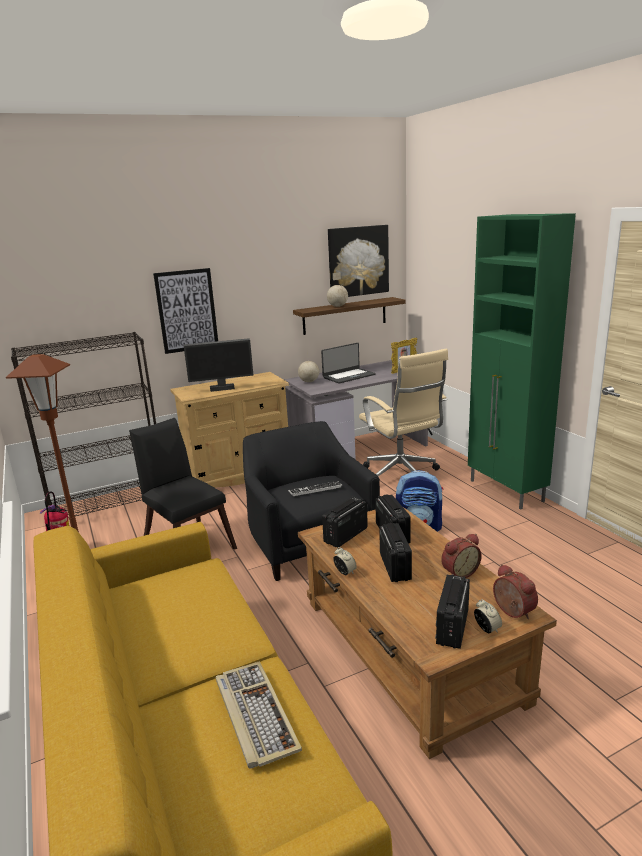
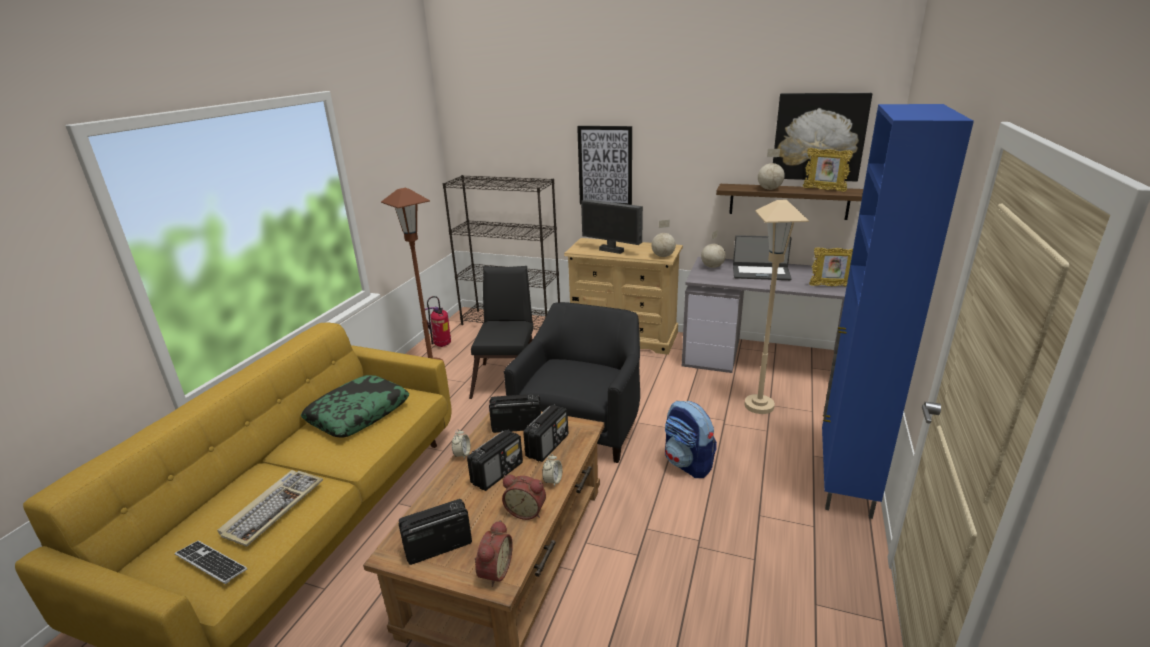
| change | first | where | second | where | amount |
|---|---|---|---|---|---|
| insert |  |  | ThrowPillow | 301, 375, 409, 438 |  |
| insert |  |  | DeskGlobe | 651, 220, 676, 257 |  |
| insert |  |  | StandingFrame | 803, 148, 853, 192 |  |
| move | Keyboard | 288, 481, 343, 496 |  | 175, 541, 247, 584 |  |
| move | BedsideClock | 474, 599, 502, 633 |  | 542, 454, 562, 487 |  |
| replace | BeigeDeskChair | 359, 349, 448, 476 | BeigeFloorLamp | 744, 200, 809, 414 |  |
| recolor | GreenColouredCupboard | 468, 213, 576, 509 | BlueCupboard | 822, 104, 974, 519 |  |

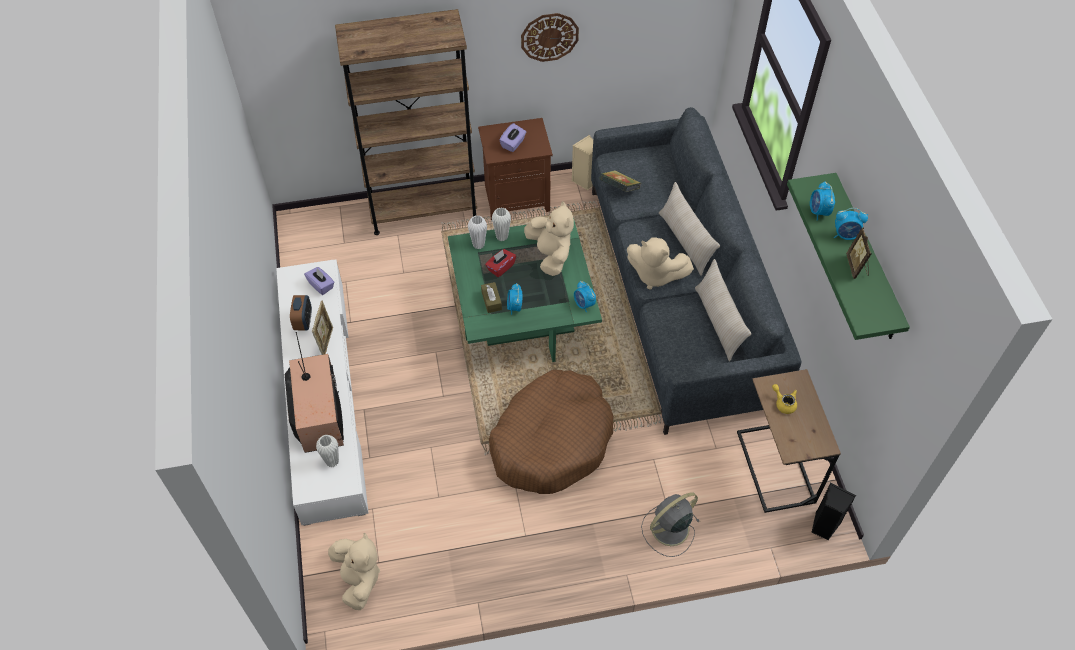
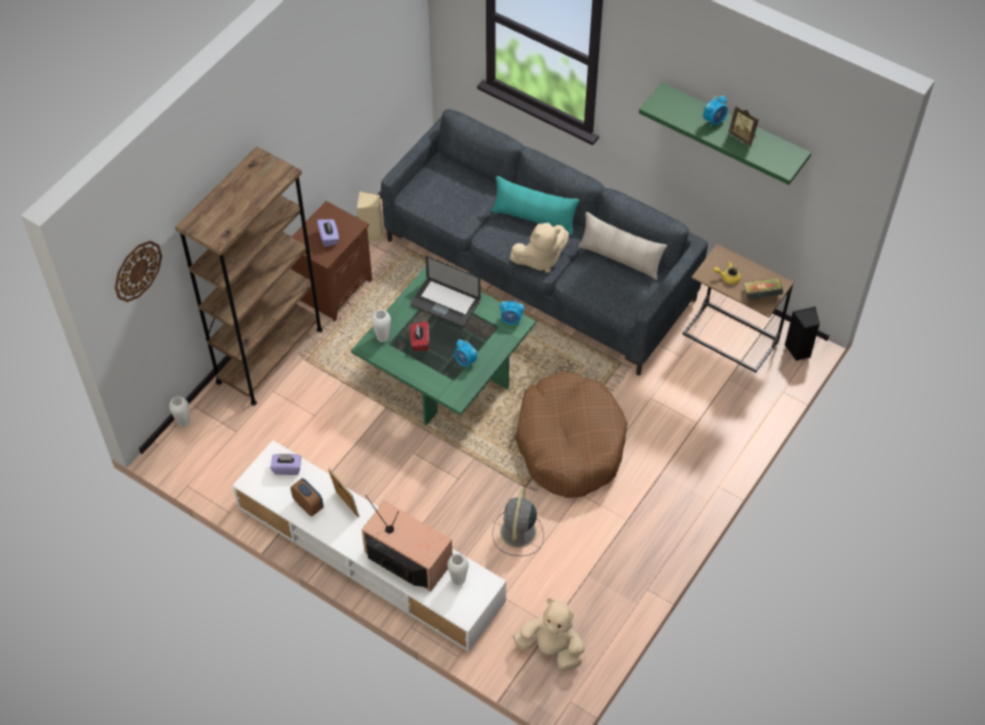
| change | first | where | second | where | amount |
|---|---|---|---|---|---|
| delete | BrownColouredTissueBox | 481, 282, 502, 313 |  |  |  |
| delete | BedsideClock | 810, 181, 835, 221 |  |  |  |
| move | WhitishVase | 492, 207, 511, 241 |  | 169, 396, 190, 427 |  |
| move | ClockOnTheWall | 521, 13, 579, 62 |  | 115, 241, 162, 302 |  |
| move | Volume | 600, 170, 641, 192 |  | 744, 278, 783, 300 |  |
| move | GreyCoolingFan | 641, 492, 700, 557 |  | 492, 488, 544, 556 |  |
| replace | BeigeCuddlyToy | 524, 201, 574, 276 | PortableComputer | 410, 256, 481, 327 |  |
| recolor | BeigeThrowPillow | 659, 182, 720, 276 | TurquoiseColouredThrowPillow | 492, 176, 580, 235 |  |

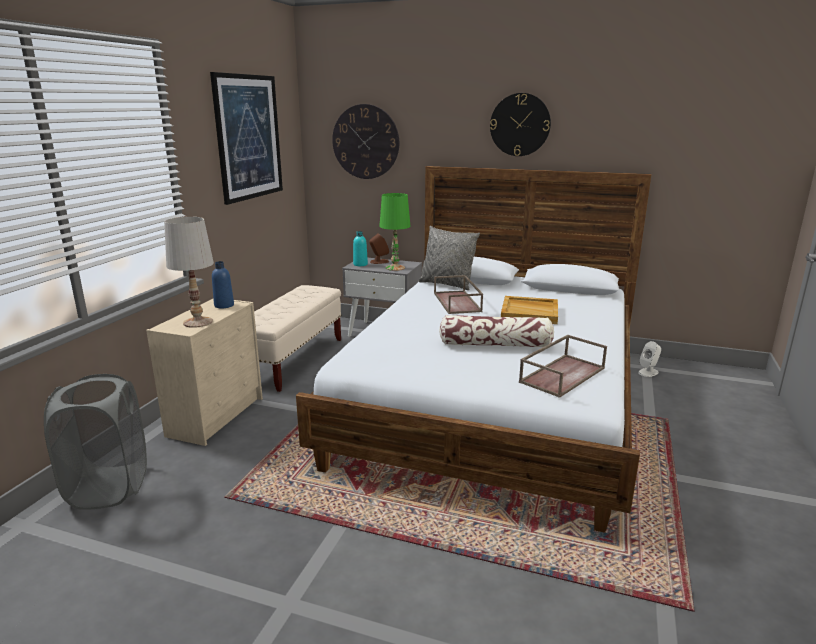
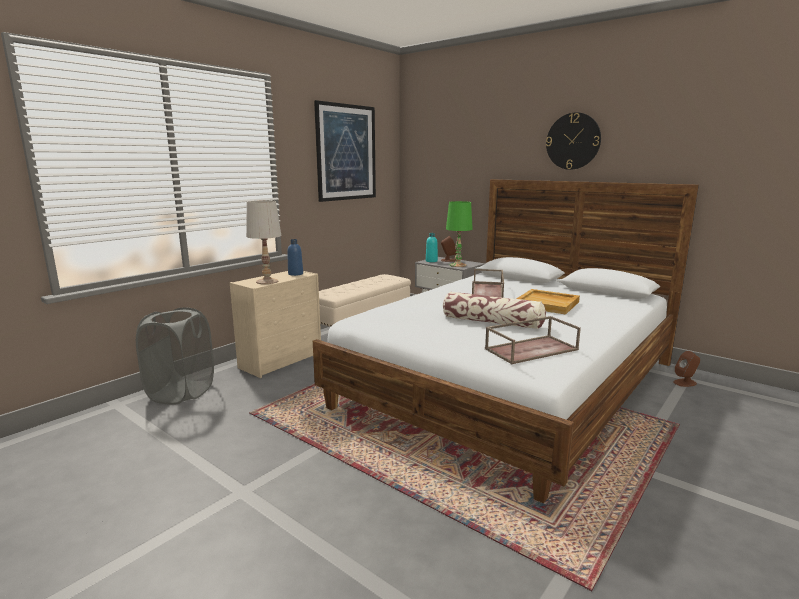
| change | first | where | second | where | amount |
|---|---|---|---|---|---|
| delete | ClockOnTheWall | 332, 104, 399, 179 |  |  |  |
| delete | GreyThrowPillow | 418, 226, 480, 290 |  |  |  |
| recolor | WhitishLoudspeaker | 638, 341, 661, 377 | BrownColouredLoudspeaker | 673, 351, 700, 387 |  |

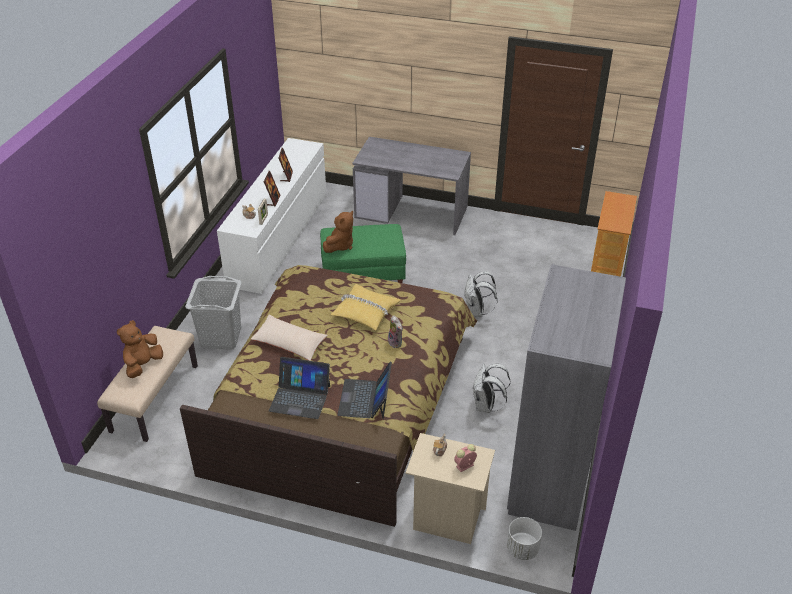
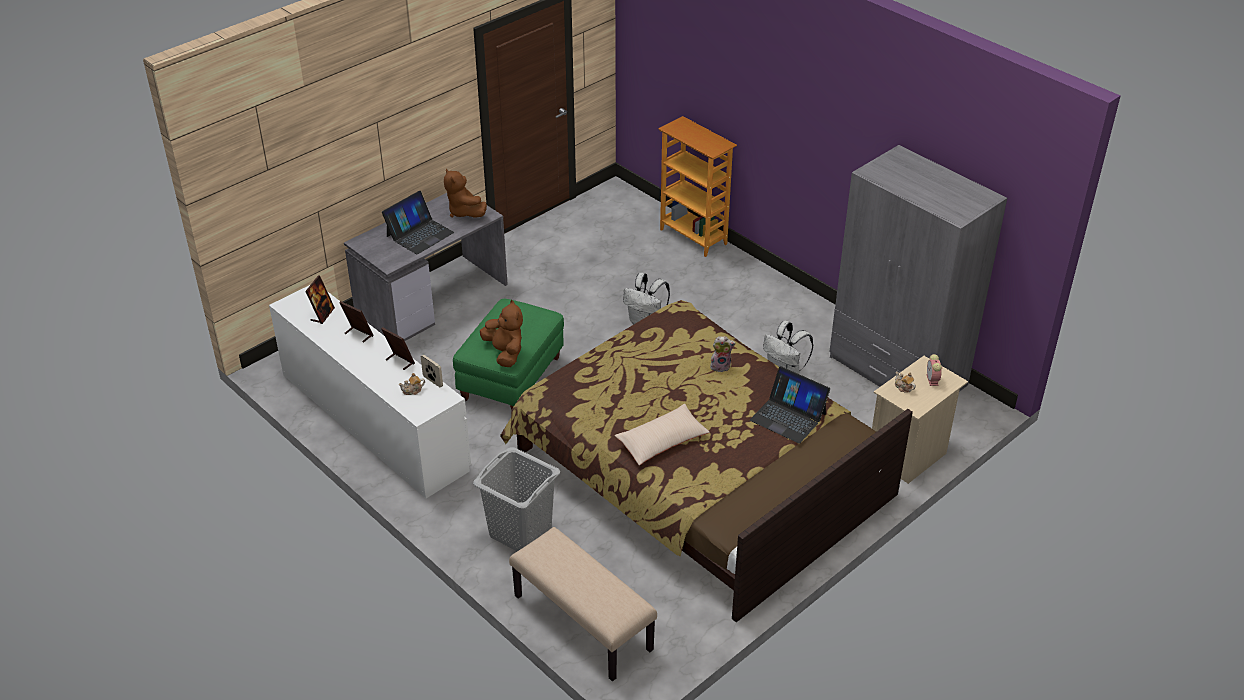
| change | first | where | second | where | amount |
|---|---|---|---|---|---|
| delete | YellowColouredThrowPillow | 331, 284, 401, 330 |  |  |  |
| delete | WhitishFlowerPot | 507, 517, 542, 560 |  |  |  |
| insert |  |  | StandingFrame | 305, 275, 335, 324 |  |
| move | BrownColouredCuddlyToy | 117, 320, 163, 378 |  | 444, 168, 487, 218 |  |
| move | PortableComputer | 269, 357, 330, 419 |  | 382, 191, 454, 254 |  |

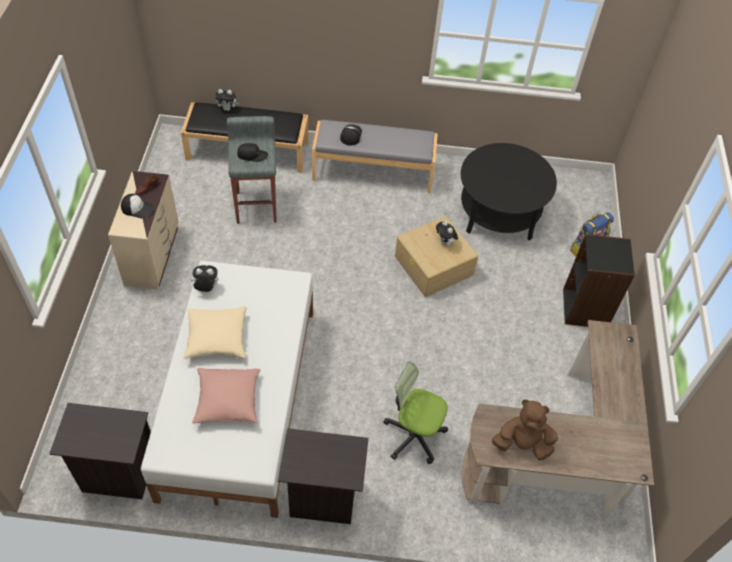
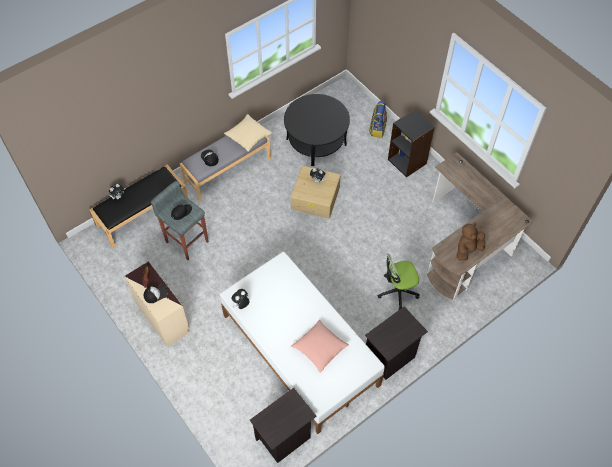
| change | first | where | second | where | amount |
|---|---|---|---|---|---|
| move | BeigeThrowPillow | 184, 306, 246, 359 |  | 224, 114, 272, 152 |  |

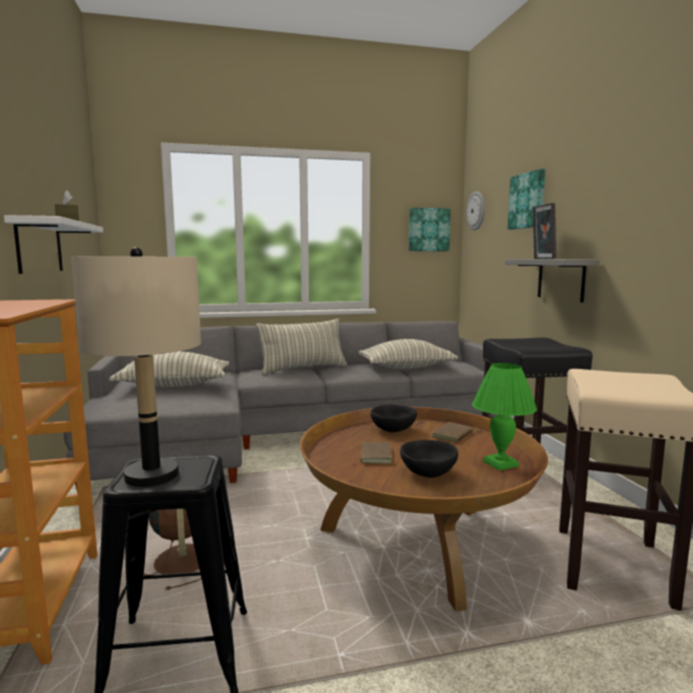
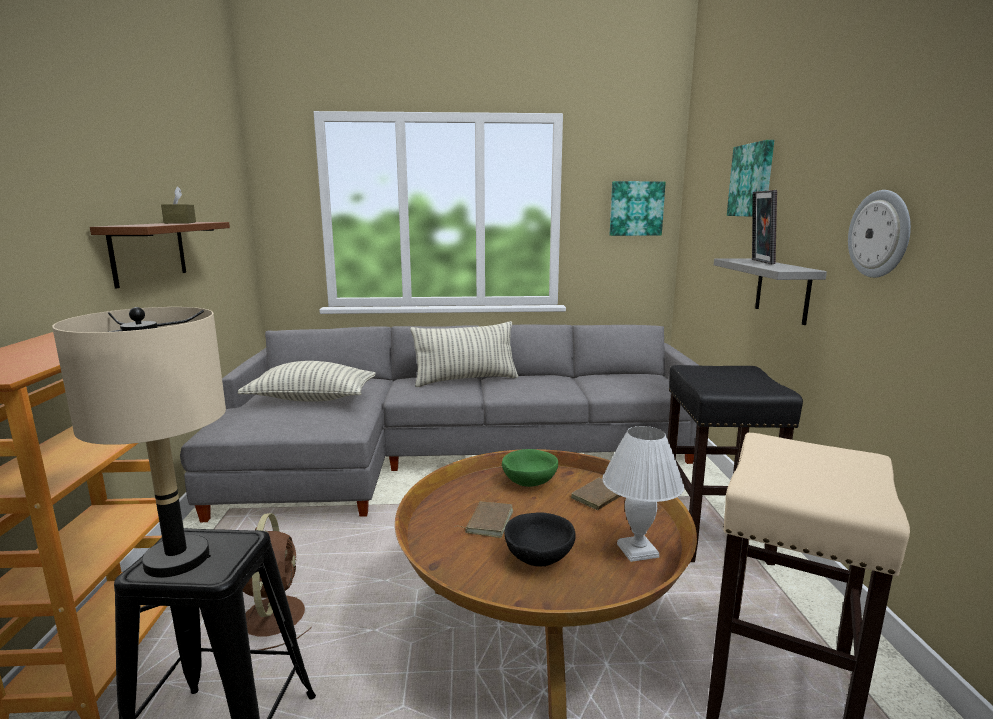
| change | first | where | second | where | amount |
|---|---|---|---|---|---|
| delete | ThrowPillow | 359, 339, 458, 369 |  |  |  |
| move | ClockOnTheWall | 466, 191, 485, 230 |  | 848, 190, 911, 278 |  |
| recolor | WhitishWallShelf | 4, 215, 103, 274 | BrownColouredWallShelf | 90, 222, 230, 289 |  |
| recolor | BlackishBowl | 371, 404, 417, 432 | GreenColouredBowl | 502, 449, 558, 487 |  |
| recolor | GreenColouredLampForATable | 472, 363, 537, 470 | WhitishLampForATable | 602, 426, 684, 562 |  |

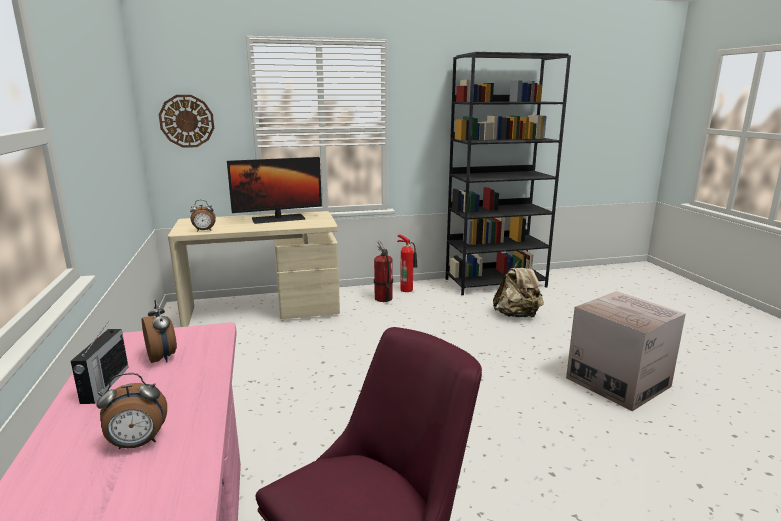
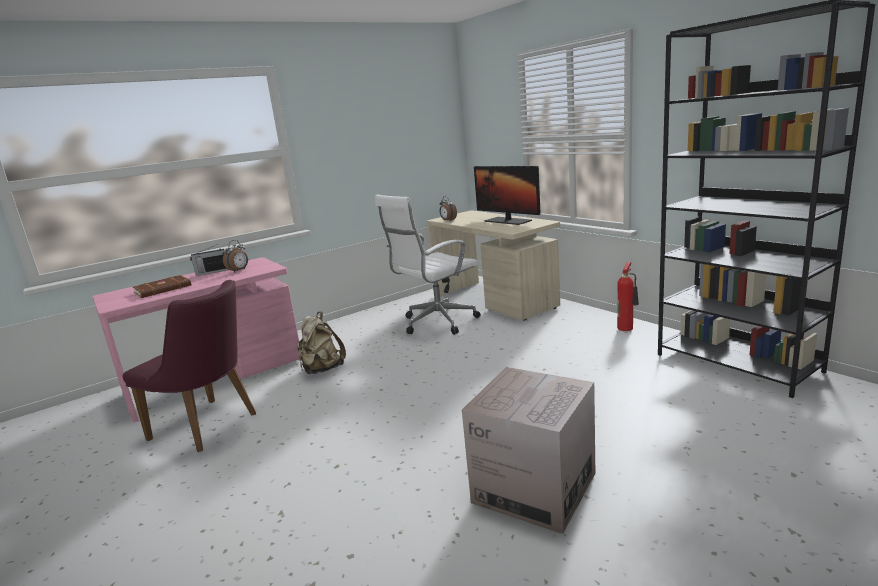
| change | first | where | second | where | amount |
|---|---|---|---|---|---|
| delete | ClockOnTheWall | 159, 95, 214, 148 |  |  |  |
| delete | FireExtinguisher | 374, 241, 393, 302 |  |  |  |
| insert |  |  | WhitishDeskChair | 375, 195, 481, 335 |  |
| move | BeigeKnapsack | 493, 261, 544, 317 |  | 297, 311, 346, 374 |  |
| replace | BedsideClock | 96, 373, 167, 449 | BrownColouredVolume | 133, 275, 191, 298 |  |

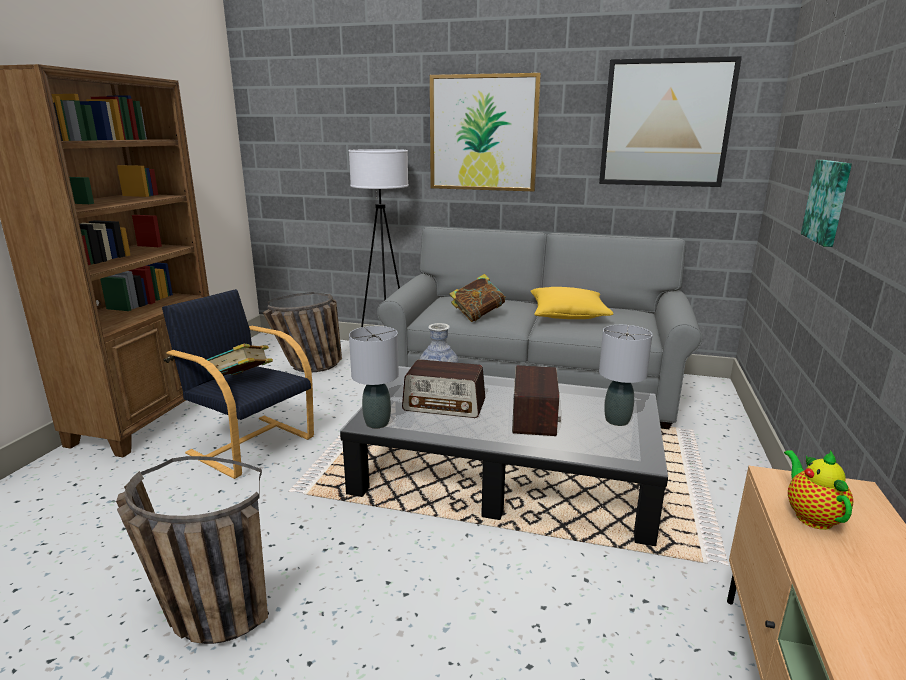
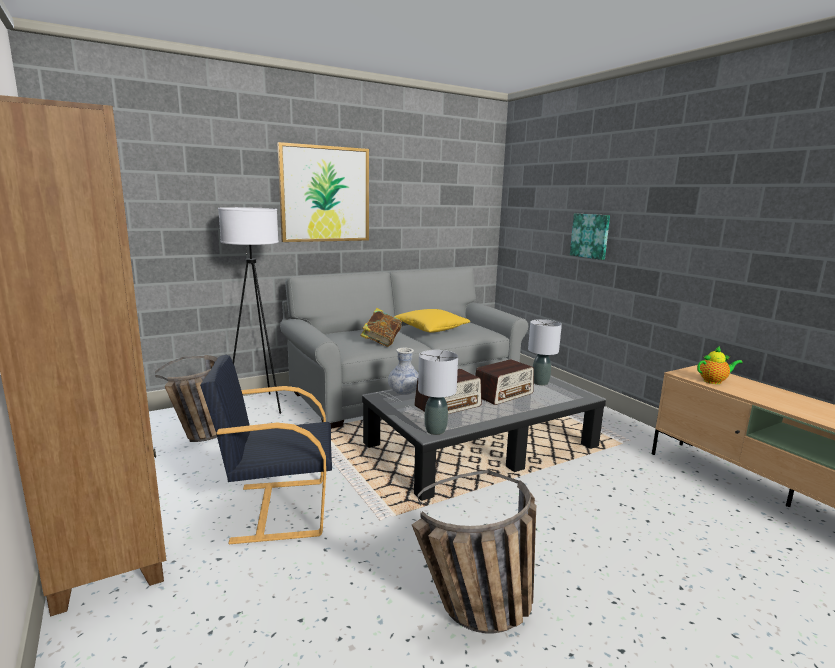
| change | first | where | second | where | amount |
|---|---|---|---|---|---|
| delete | Volume | 207, 344, 273, 375 |  |  |  |
| delete | WallArt | 599, 56, 742, 187 |  |  |  |
| rotate | RadioReceiver | 512, 365, 561, 436 |  | 475, 359, 534, 405 | 90 degrees clockwise |
| rotate | Teapot | 784, 450, 853, 530 |  | 697, 346, 743, 384 | 135 degrees clockwise |

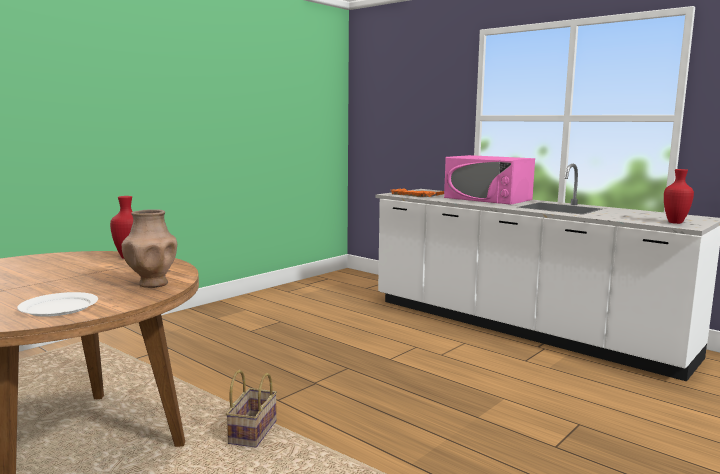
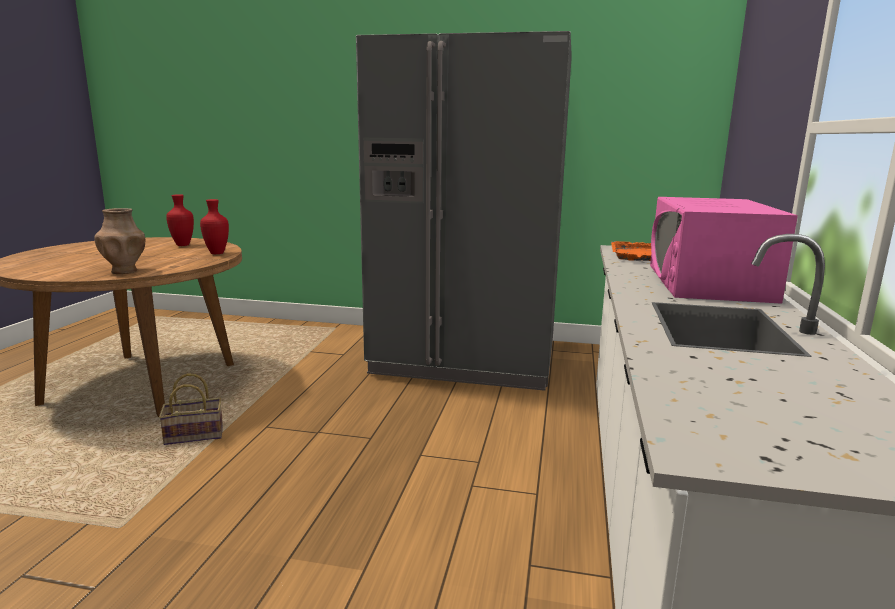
| change | first | where | second | where | amount |
|---|---|---|---|---|---|
| delete | WhitishPlate | 17, 292, 98, 317 |  |  |  |
| insert |  |  | GreyKitchenFridge | 356, 31, 572, 391 |  |
| move | ReddishVase | 664, 169, 694, 224 |  | 166, 194, 194, 246 |  |

